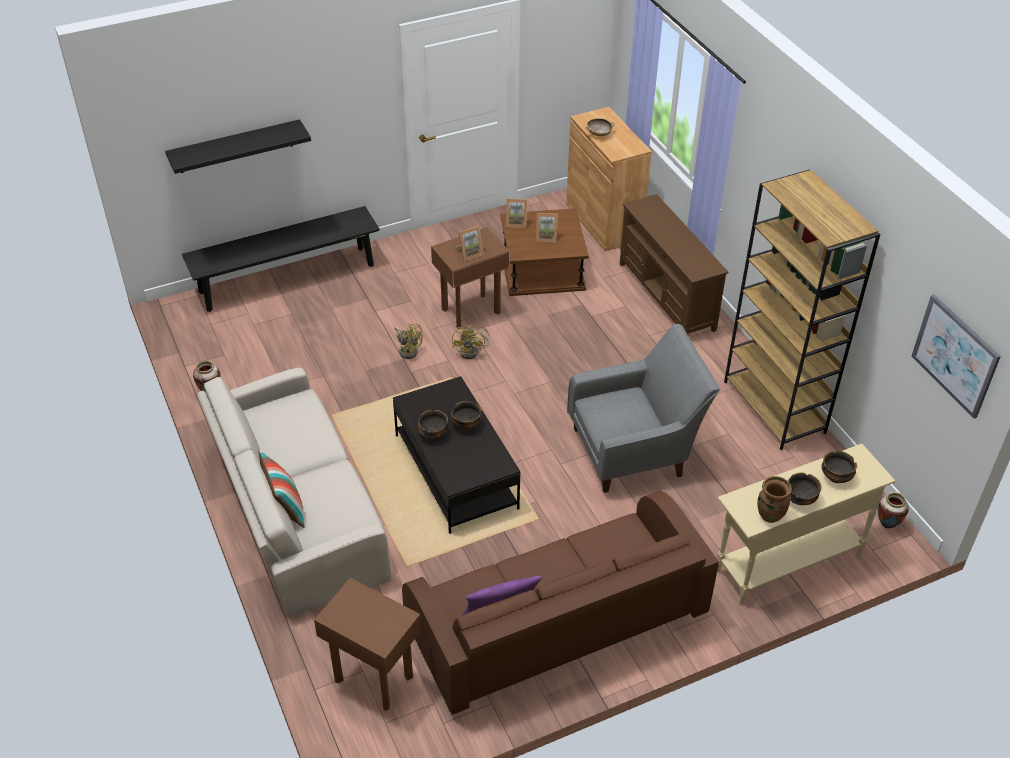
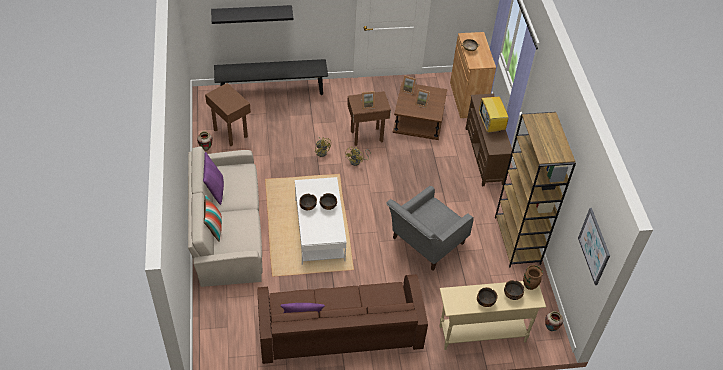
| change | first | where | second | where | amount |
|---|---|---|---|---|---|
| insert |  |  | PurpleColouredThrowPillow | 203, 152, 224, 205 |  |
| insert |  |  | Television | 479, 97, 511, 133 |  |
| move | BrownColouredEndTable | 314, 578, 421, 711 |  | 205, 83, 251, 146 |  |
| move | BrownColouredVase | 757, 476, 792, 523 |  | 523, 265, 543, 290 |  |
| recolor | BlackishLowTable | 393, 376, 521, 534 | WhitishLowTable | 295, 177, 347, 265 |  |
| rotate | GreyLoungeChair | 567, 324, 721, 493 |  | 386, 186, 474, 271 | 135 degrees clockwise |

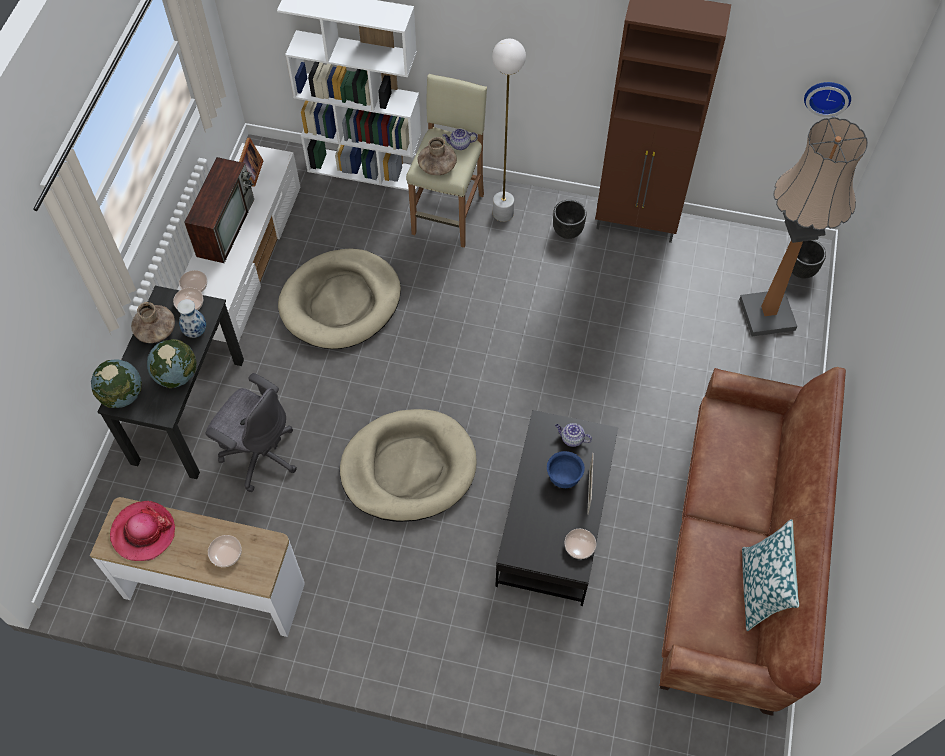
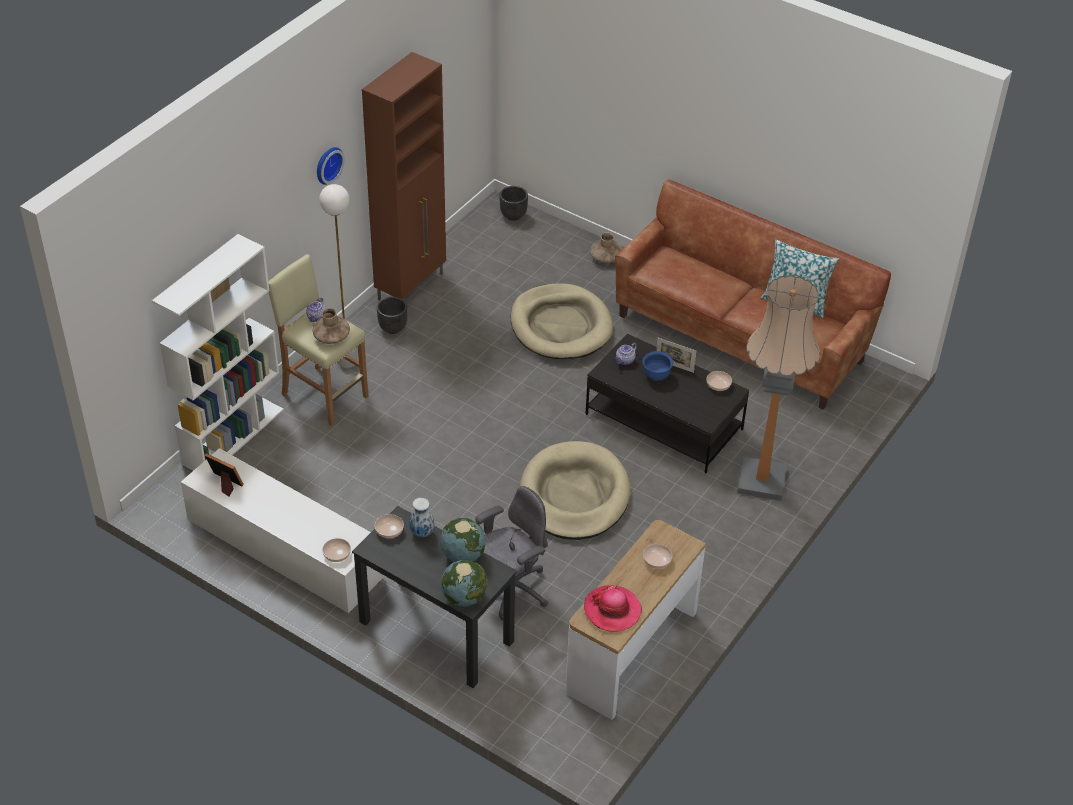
| change | first | where | second | where | amount |
|---|---|---|---|---|---|
| delete | Television | 184, 157, 254, 263 |  |  |  |
| move | BrownColouredVase | 131, 302, 175, 343 |  | 590, 232, 622, 263 |  |
| move | BeigeDogBed | 278, 248, 401, 349 |  | 511, 283, 613, 359 |  |
| move | FloorLamp | 739, 117, 868, 336 |  | 737, 275, 821, 501 |  |
| move | ClockOnTheWall | 804, 82, 851, 117 |  | 317, 147, 345, 185 |  |

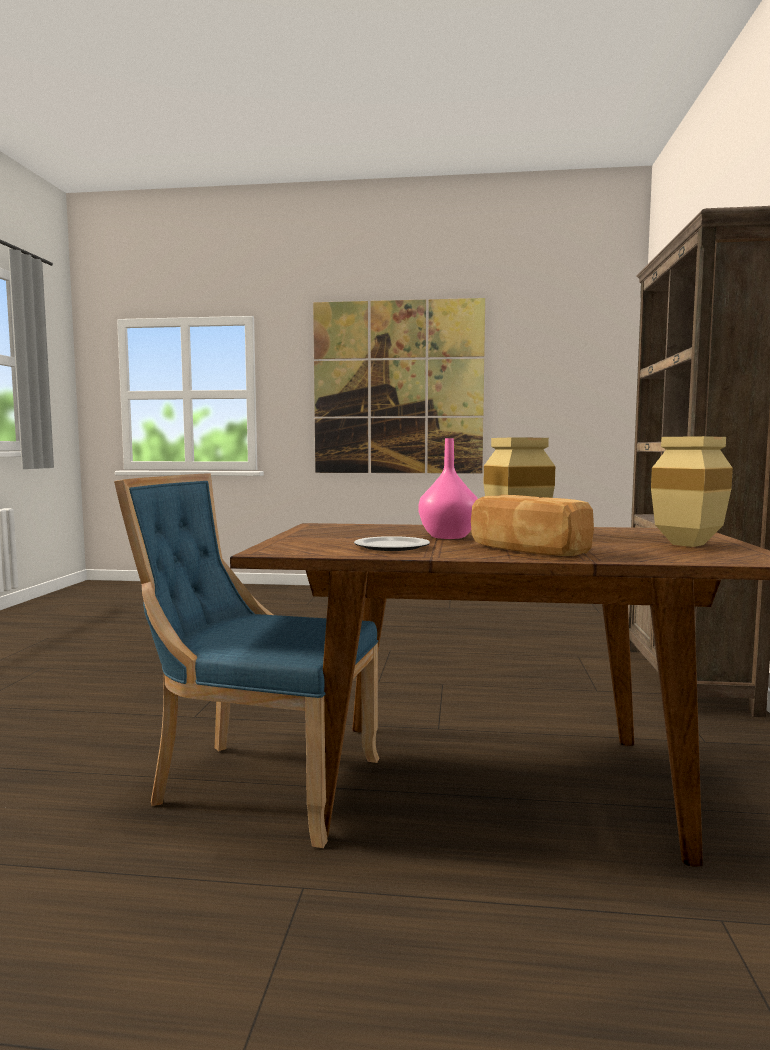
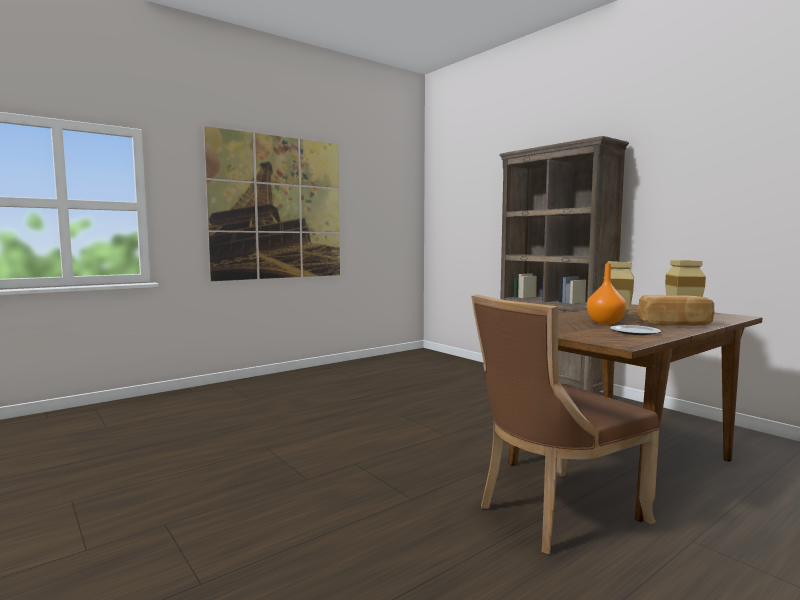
| change | first | where | second | where | amount |
|---|---|---|---|---|---|
| recolor | BlueUprightChair | 114, 474, 380, 848 | BrownColouredUprightChair | 471, 295, 659, 554 |  |
| recolor | PinkVase | 418, 438, 478, 539 | OrangeColouredVase | 587, 263, 626, 324 |  |

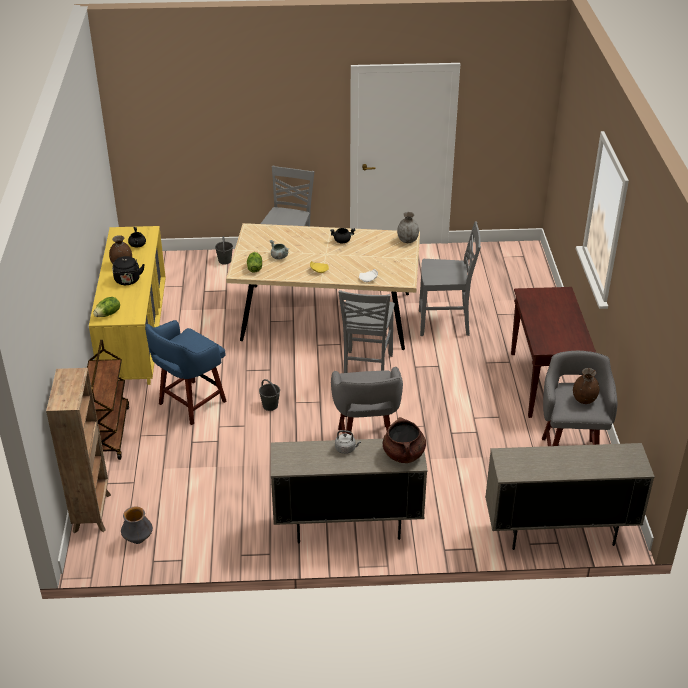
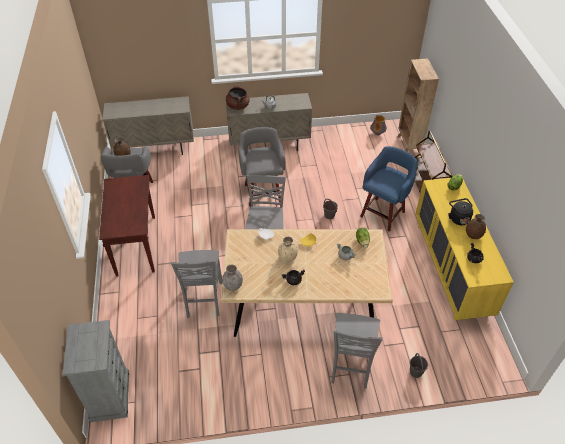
| change | first | where | second | where | amount |
|---|---|---|---|---|---|
| insert |  |  | GreyChestOfDrawers | 63, 320, 129, 422 |  |
| insert |  |  | BeigeVase | 278, 236, 298, 262 |  |
| rotate | GreyUprightChair | 419, 221, 481, 336 |  | 171, 250, 223, 318 | 90 degrees counterclockwise |

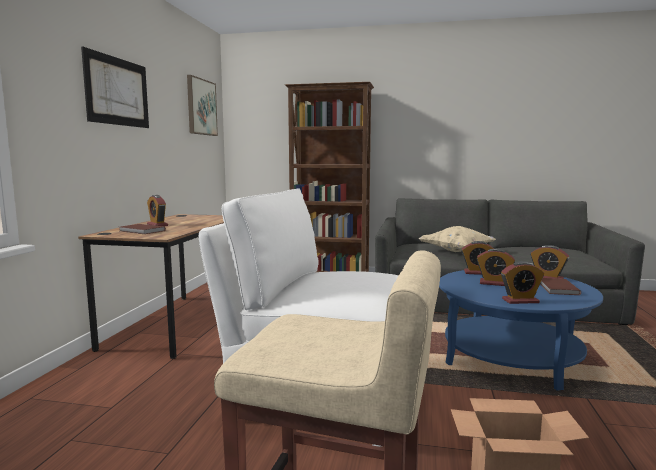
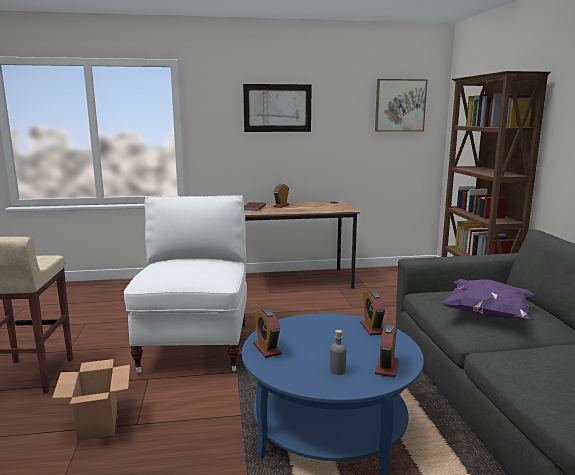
| change | first | where | second | where | amount |
|---|---|---|---|---|---|
| delete | BedsideClock | 477, 249, 515, 286 |  |  |  |
| replace | BrownColouredVolume | 540, 278, 581, 295 | GreyBeverageBottle | 330, 330, 346, 375 |  |
| recolor | BeigeThrowPillow | 419, 226, 496, 252 | PurpleColouredThrowPillow | 441, 279, 535, 320 |  |

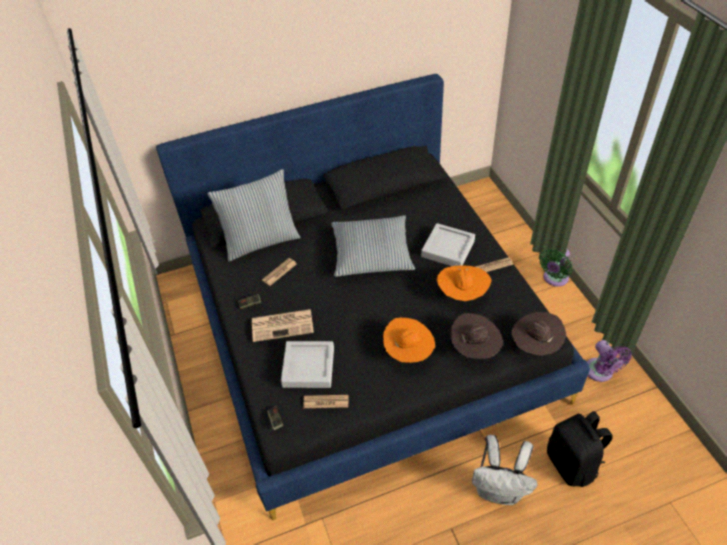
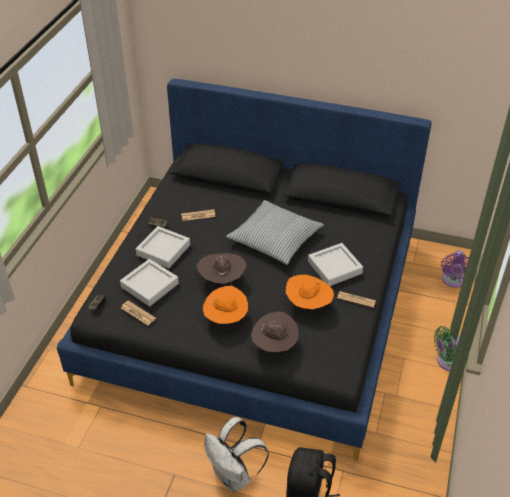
| change | first | where | second | where | amount |
|---|---|---|---|---|---|
| delete | ThrowPillow | 207, 169, 301, 261 |  |  |  |
| move | BrownColouredClothingHat | 511, 312, 566, 356 |  | 196, 253, 247, 284 |  |
| move | PurpleColouredCoolingFan | 587, 340, 632, 382 |  | 441, 250, 469, 288 |  |
| replace | DailyPaper | 252, 309, 314, 342 | GreyTray | 136, 226, 190, 268 |  |

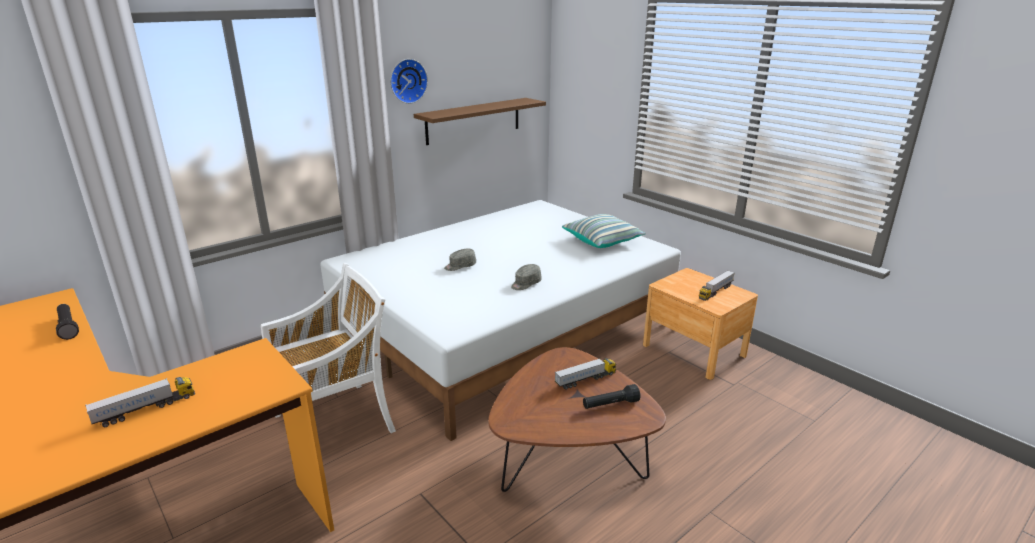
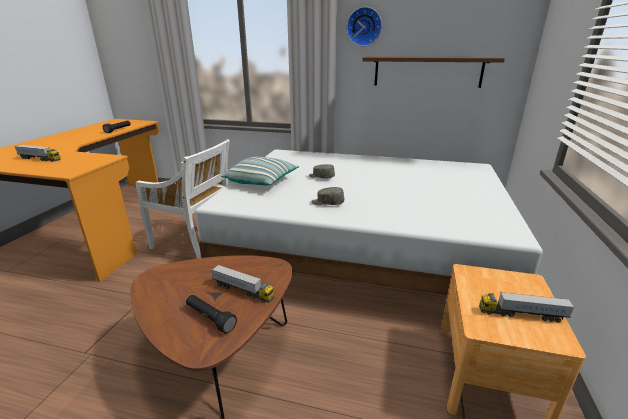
| change | first | where | second | where | amount |
|---|---|---|---|---|---|
| move | ThrowPillow | 562, 214, 646, 248 |  | 221, 157, 299, 185 |  |

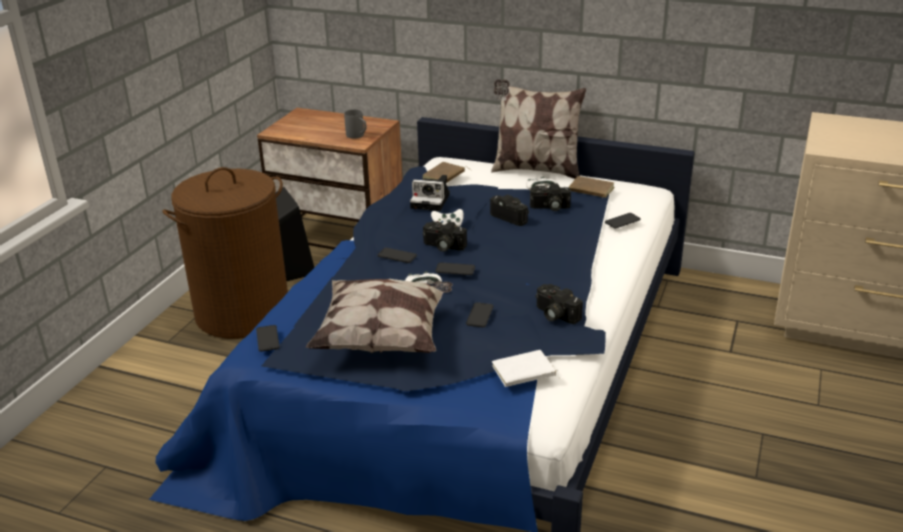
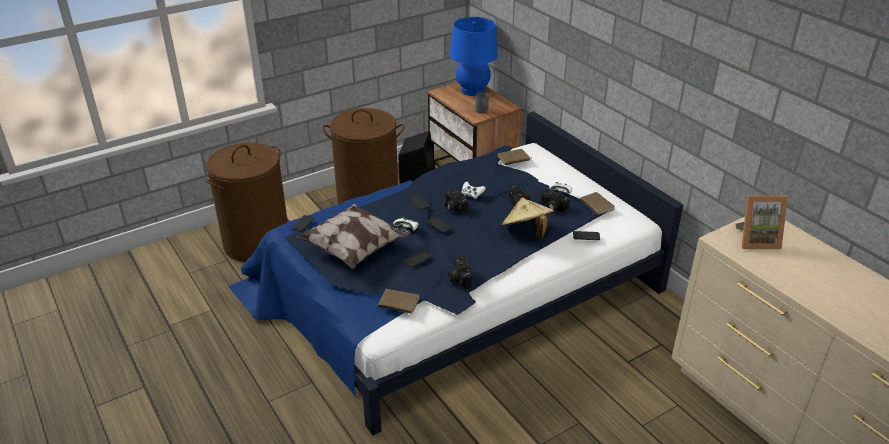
| change | first | where | second | where | amount |
|---|---|---|---|---|---|
| delete | PhotoCamera | 410, 175, 450, 211 |  |  |  |
| delete | ThrowPillow | 491, 79, 586, 179 |  |  |  |
| insert |  |  | BrownColouredWashingBasket | 205, 143, 288, 262 |  |
| insert |  |  | BlueLampForATable | 450, 17, 498, 96 |  |
| insert |  |  | BeigeClothingHat | 501, 198, 554, 238 |  |
| insert |  |  | StandingFrame | 736, 196, 788, 249 |  |
| recolor | WhitishVolume | 492, 350, 561, 387 | BrownColouredVolume | 378, 289, 420, 316 |  |

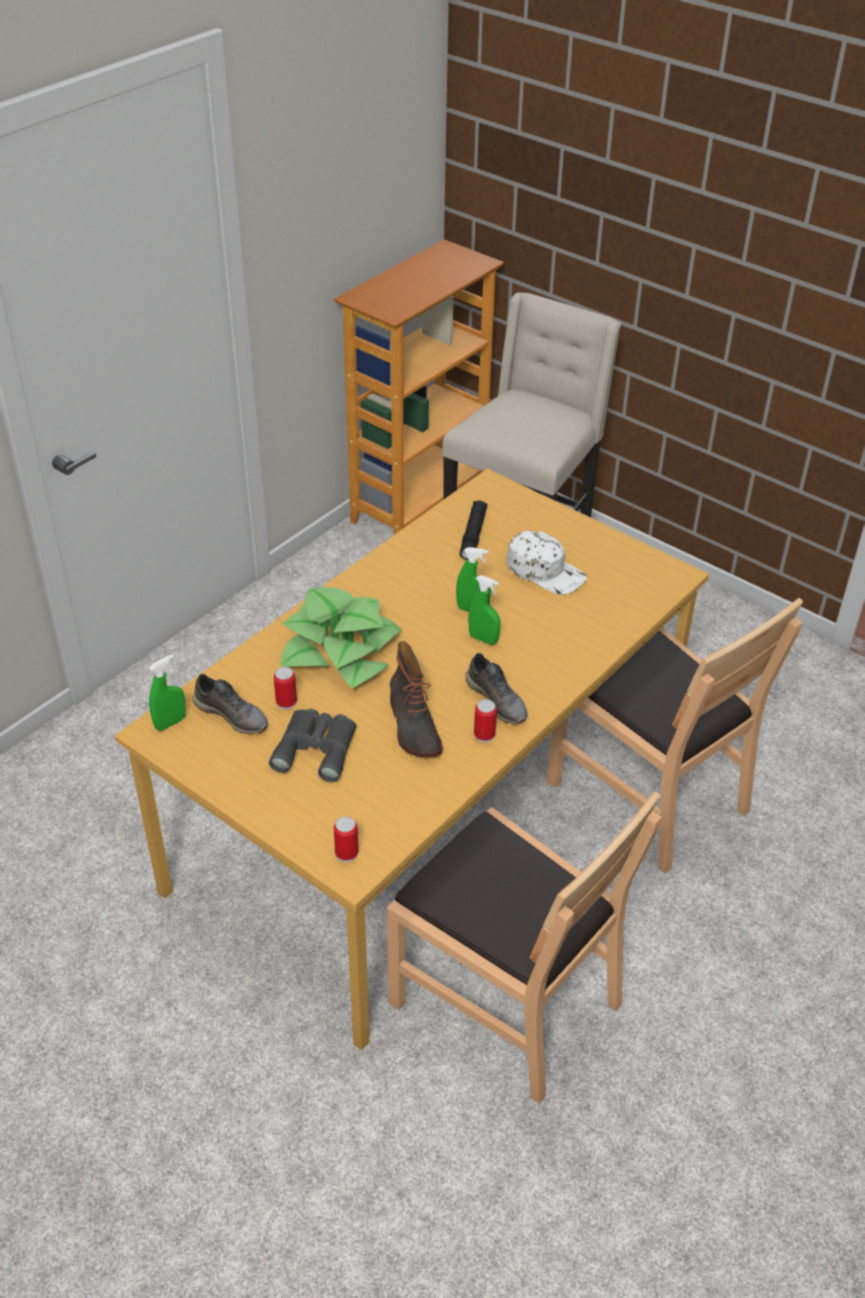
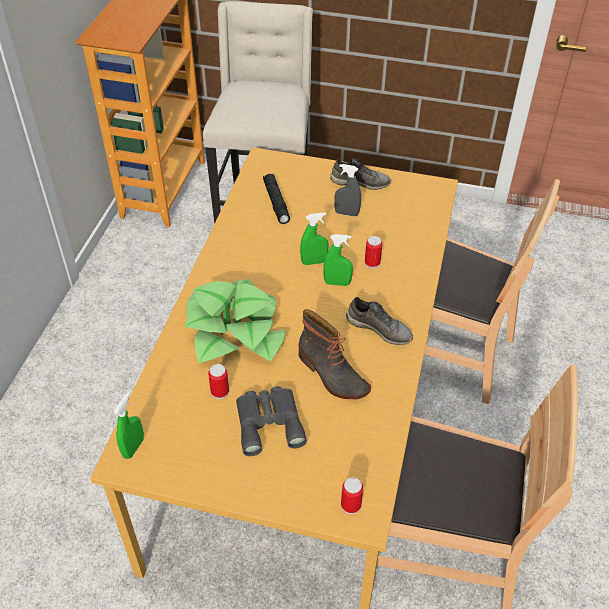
| change | first | where | second | where | amount |
|---|---|---|---|---|---|
| move | GreyLowShoe | 193, 674, 268, 734 |  | 330, 158, 391, 190 |  |
| move | MetalCan | 474, 699, 497, 743 |  | 365, 236, 382, 269 |  |
| replace | WhitishCap | 507, 531, 587, 595 | GreyHandSprayer | 334, 164, 361, 217 |  |

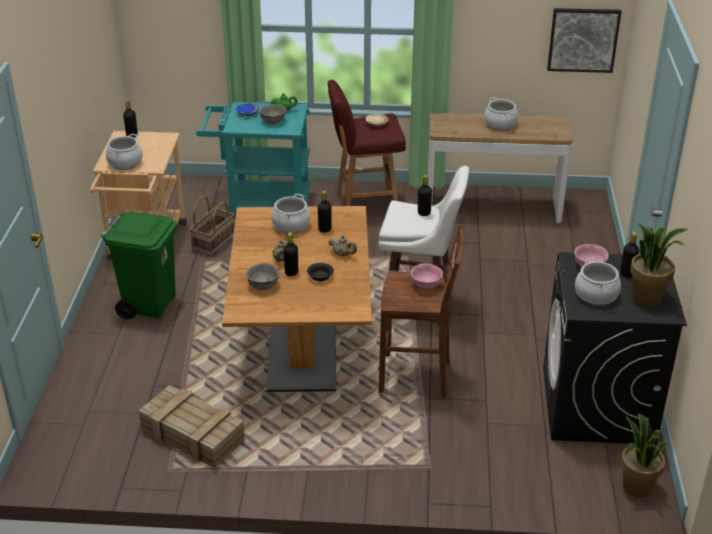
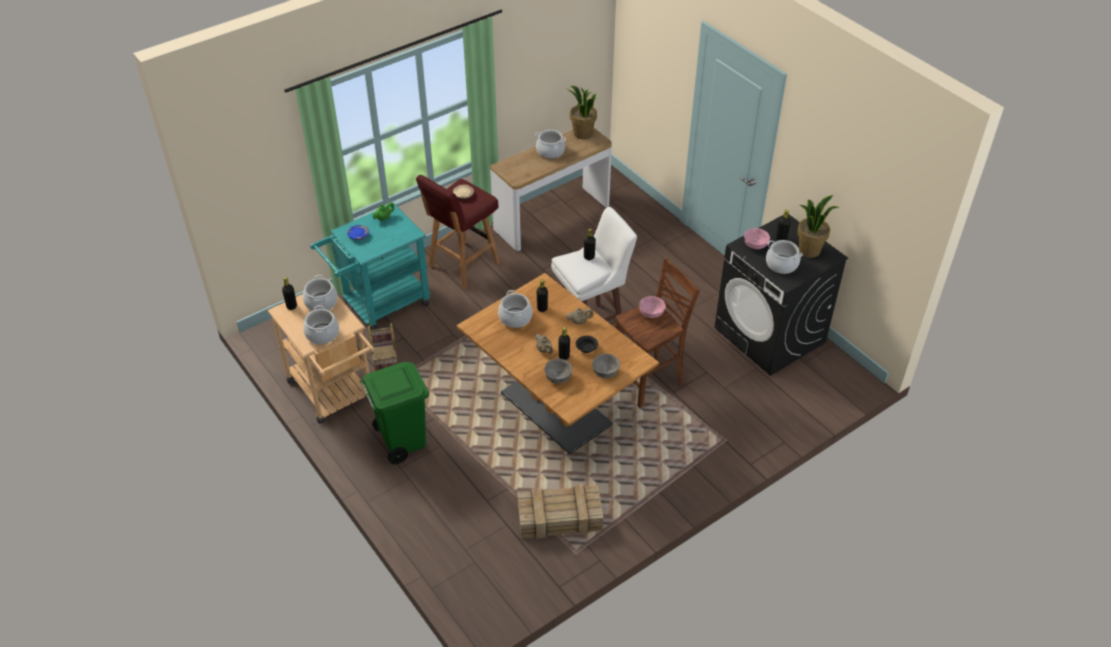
| change | first | where | second | where | amount |
|---|---|---|---|---|---|
| delete | WallArt | 547, 8, 621, 73 |  |  |  |
| insert |  |  | CookingPot | 303, 275, 338, 311 |  |
| move | GreyBowl | 260, 104, 286, 124 |  | 592, 353, 620, 379 |  |
| move | PottedPlant | 621, 414, 668, 498 |  | 567, 86, 597, 139 |  |

